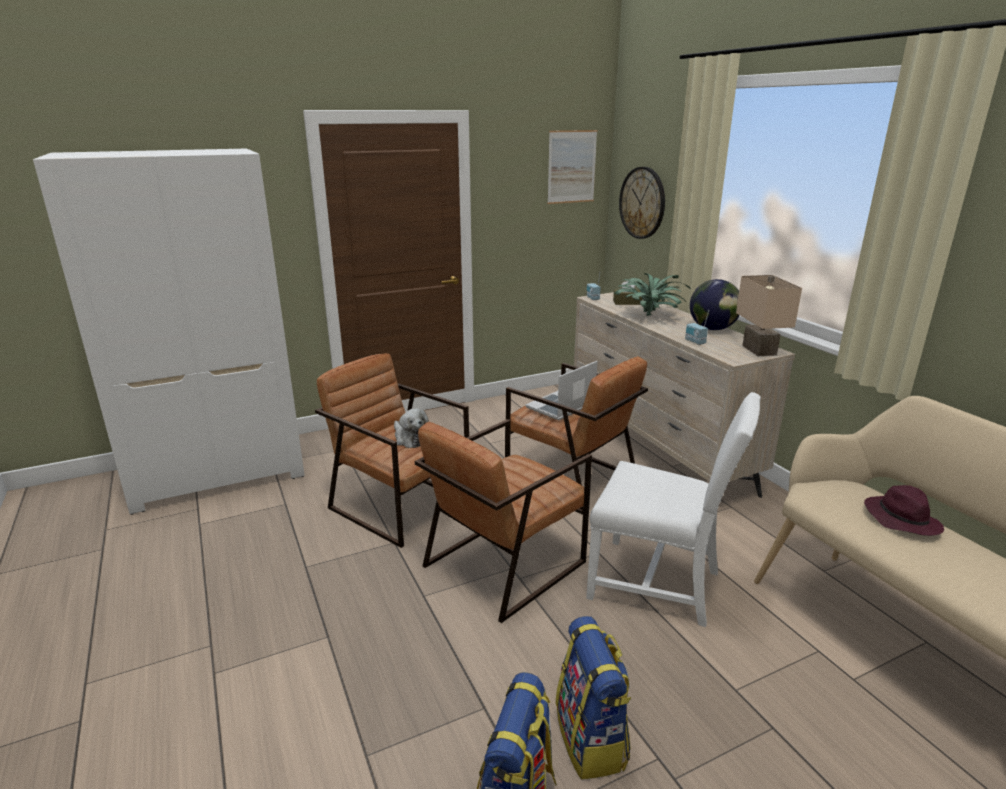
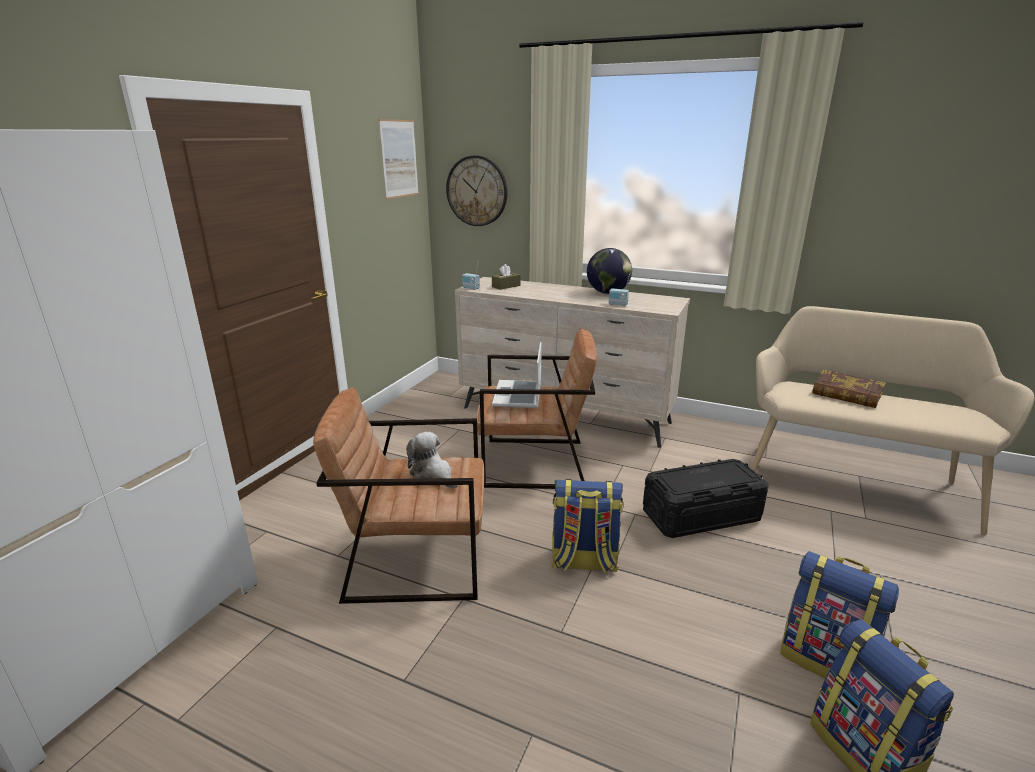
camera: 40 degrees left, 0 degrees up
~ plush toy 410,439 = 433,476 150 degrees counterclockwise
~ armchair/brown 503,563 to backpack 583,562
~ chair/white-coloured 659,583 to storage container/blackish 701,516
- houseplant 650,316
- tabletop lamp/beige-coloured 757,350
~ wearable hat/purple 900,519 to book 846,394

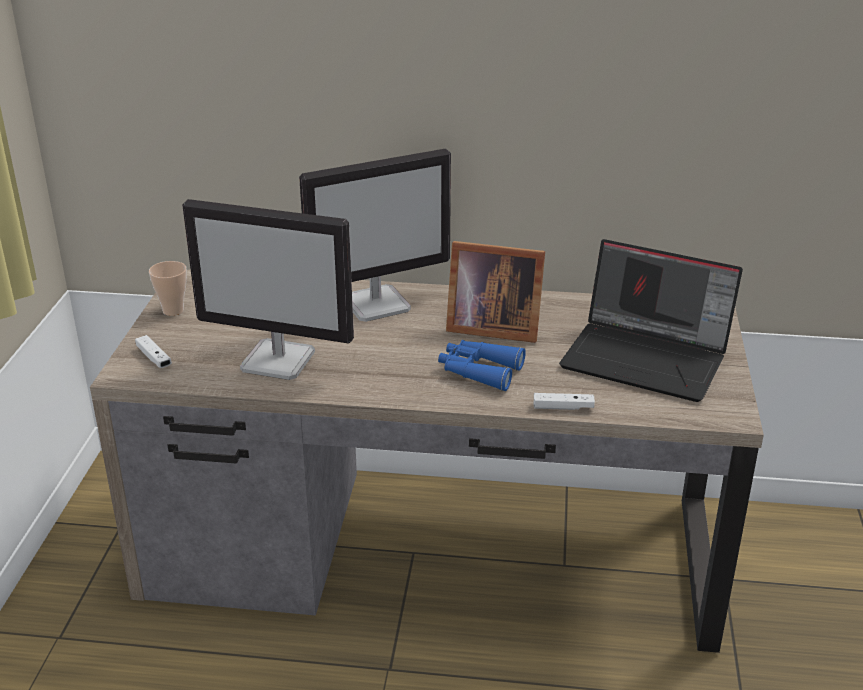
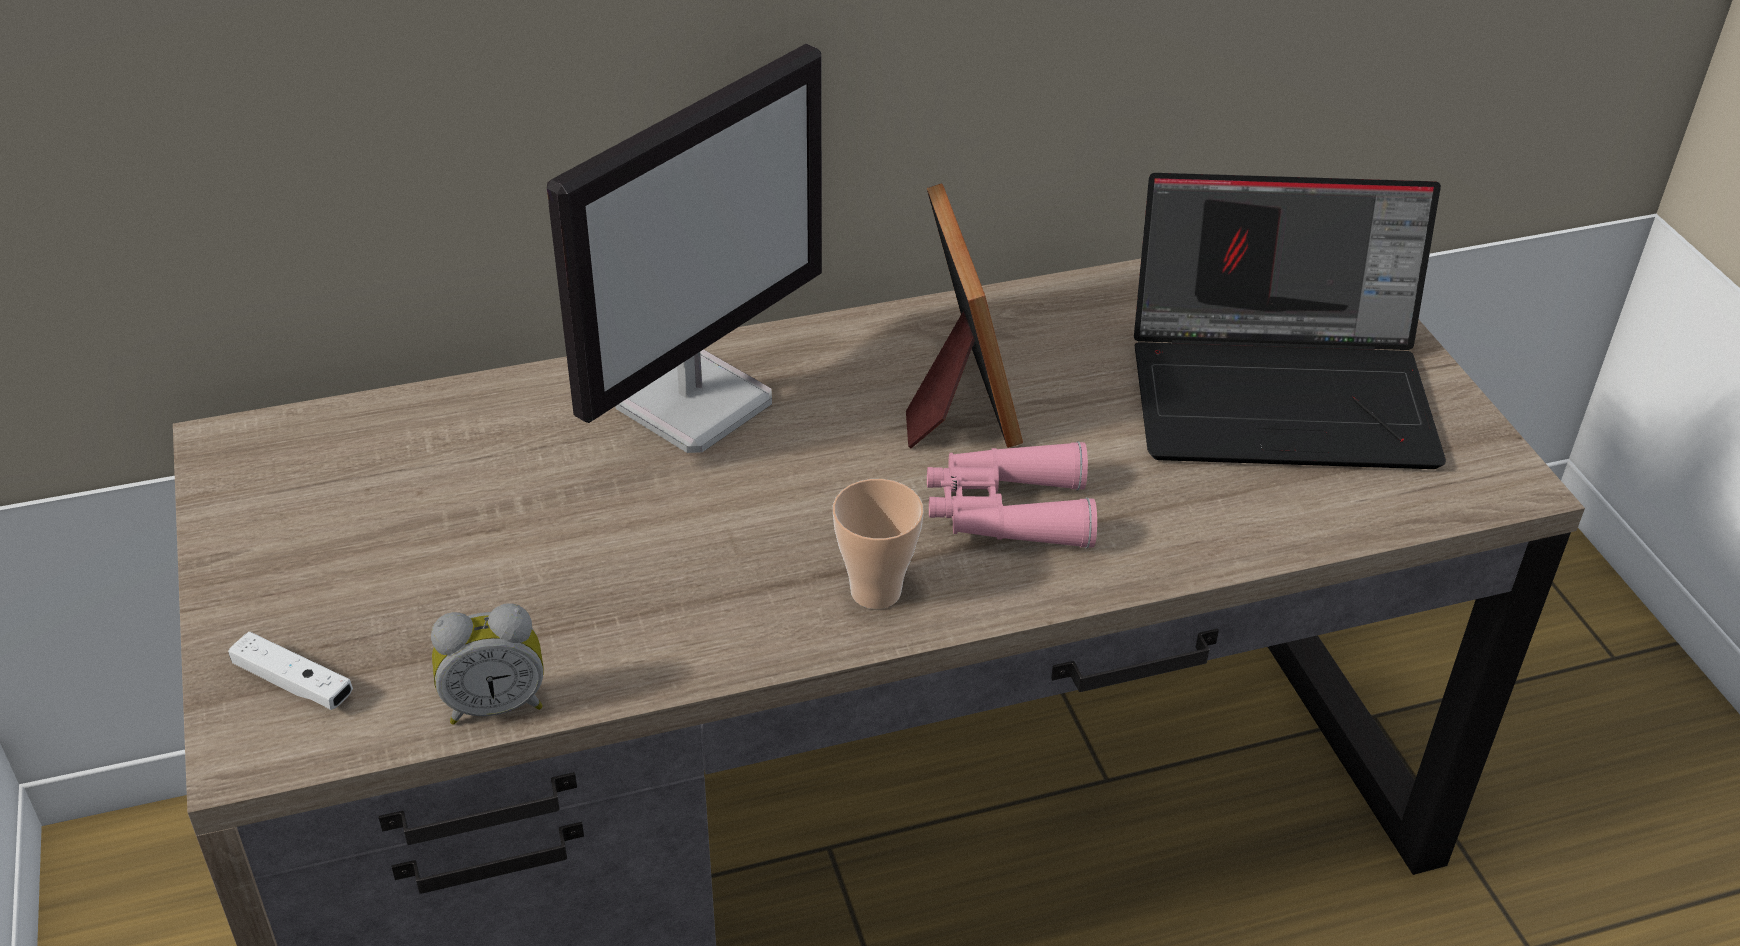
camera: 25 degrees left, 10 degrees up
~ small cup 173,310 to 875,591
- computer screen 279,361
~ binoculars/blue-coloured 479,371 to binoculars/pinkish 1007,512
~ standing frame 490,326 = 955,396 90 degrees counterclockwise
- game controller/white-coloured 563,407
+ table clock 495,703

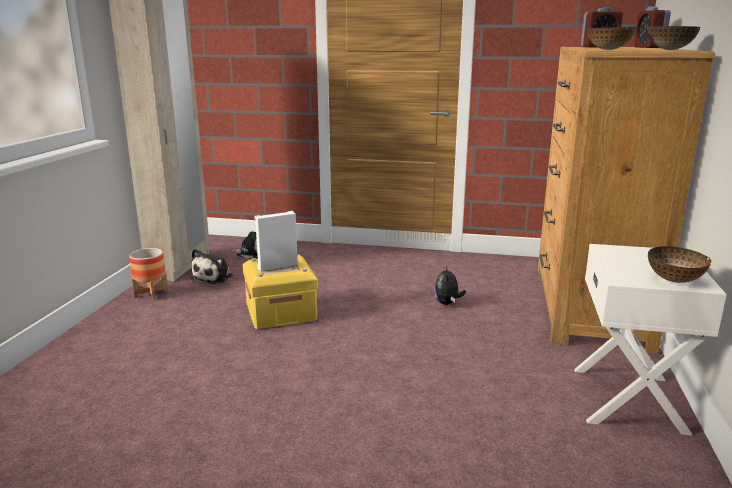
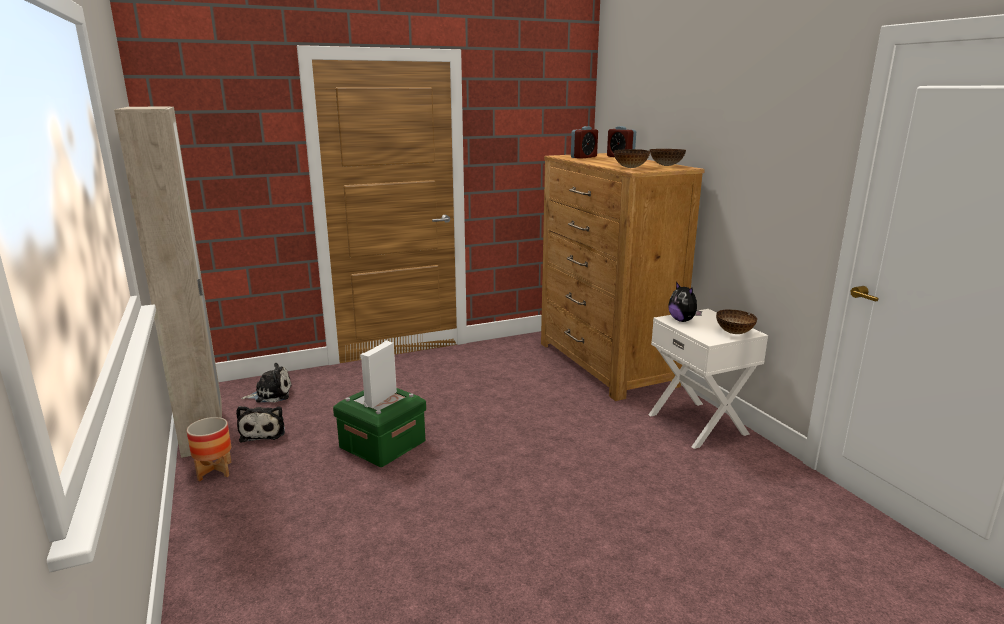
camera: 35 degrees left, 0 degrees up
~ storage container/yellow 281,312 to storage container/greenish 382,444
~ plush toy 447,303 to 682,320

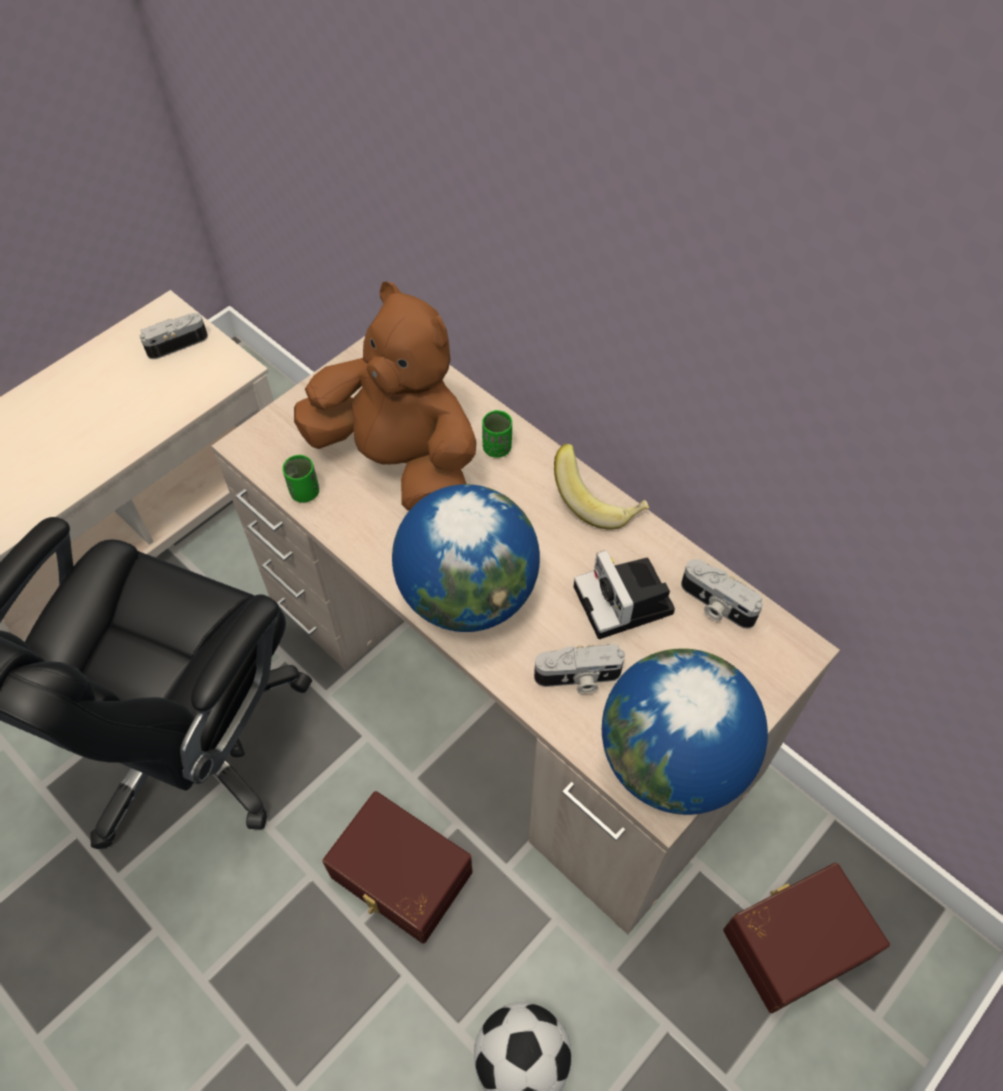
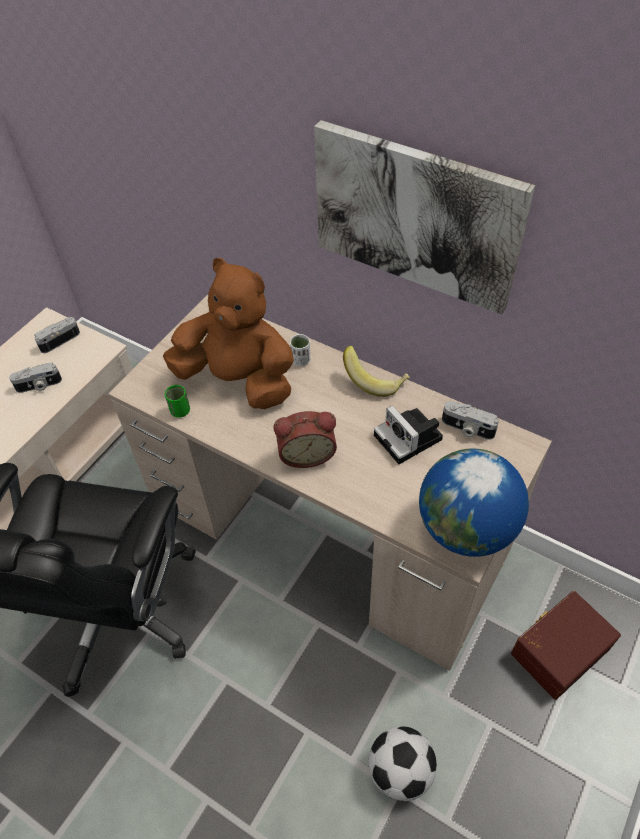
camera: 10 degrees left, 5 degrees down
- storage container/brown 399,876
~ desk globe 468,594 to table clock 306,453
~ small cup/greenish 497,448 to small cup/white-coloured 301,360
~ still camera 578,678 to 39,386
+ picture 416,216

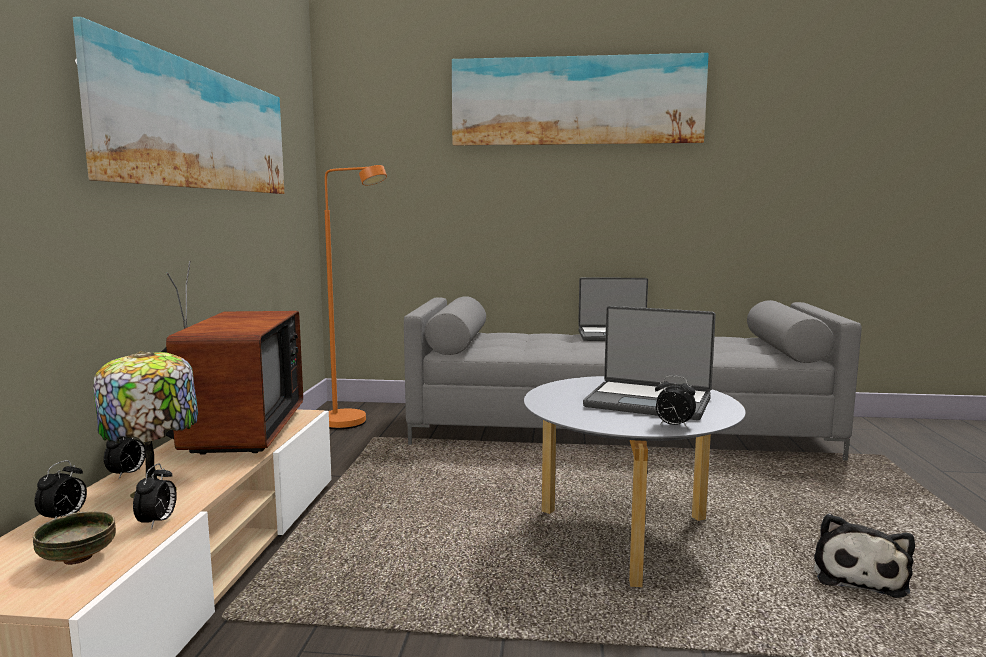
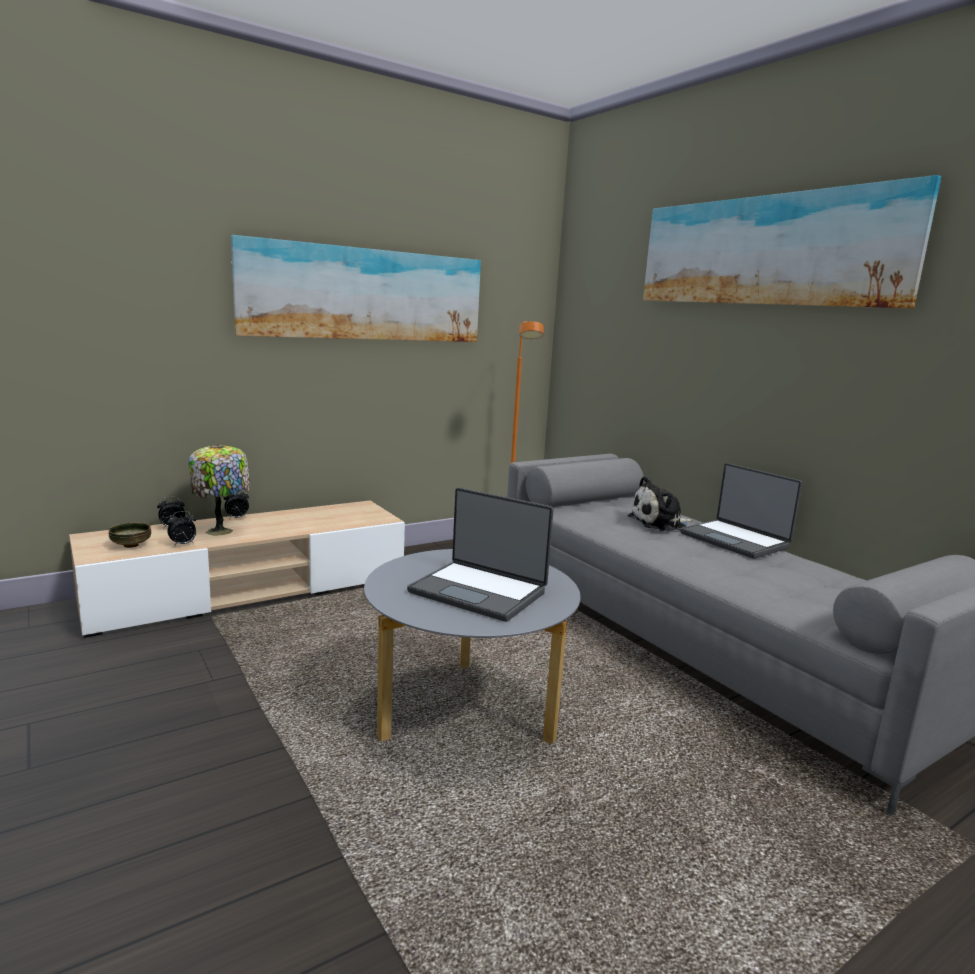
camera: 50 degrees right, 5 degrees up
- television 233,434
~ notebook computer 649,402 = 479,591 45 degrees counterclockwise
- table clock 673,426
~ plush toy 859,575 to 660,523

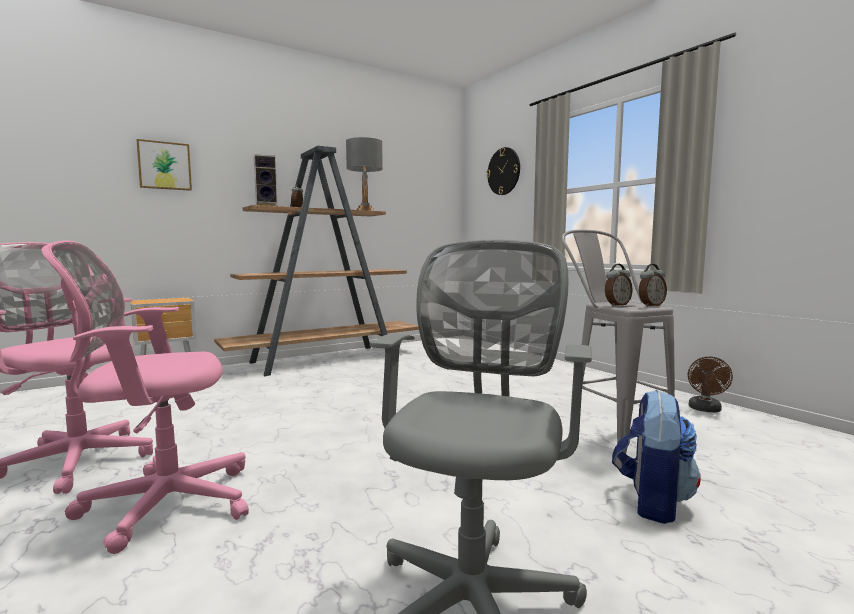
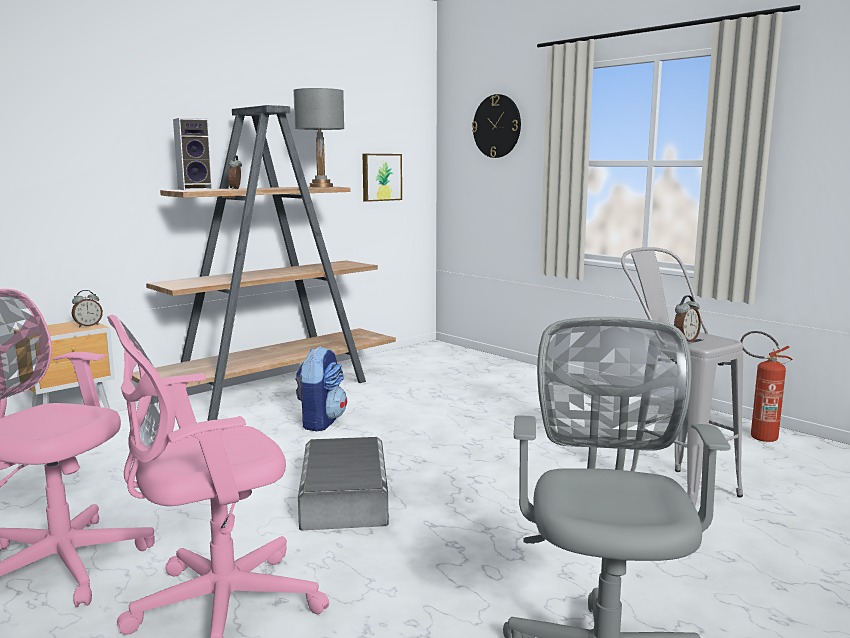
camera: 10 degrees left, 5 degrees up
~ picture 164,166 to 381,177
~ backpack 651,501 to 321,422
~ table clock 650,306 to 88,325
~ cooling fan/brown 705,410 to fire extinguisher 757,437
+ storage container/gray 343,495

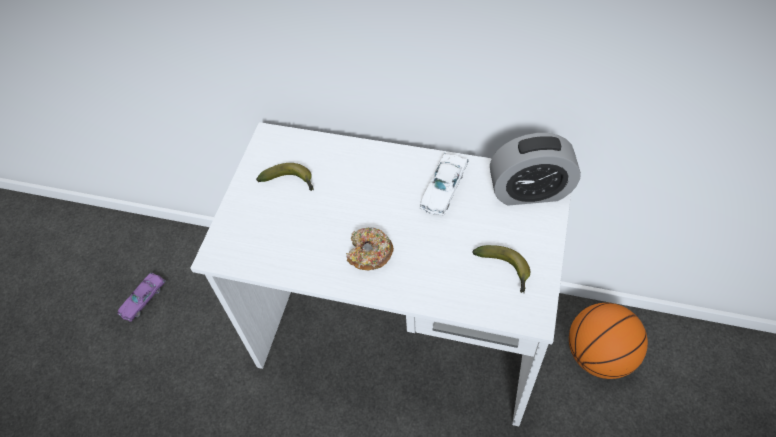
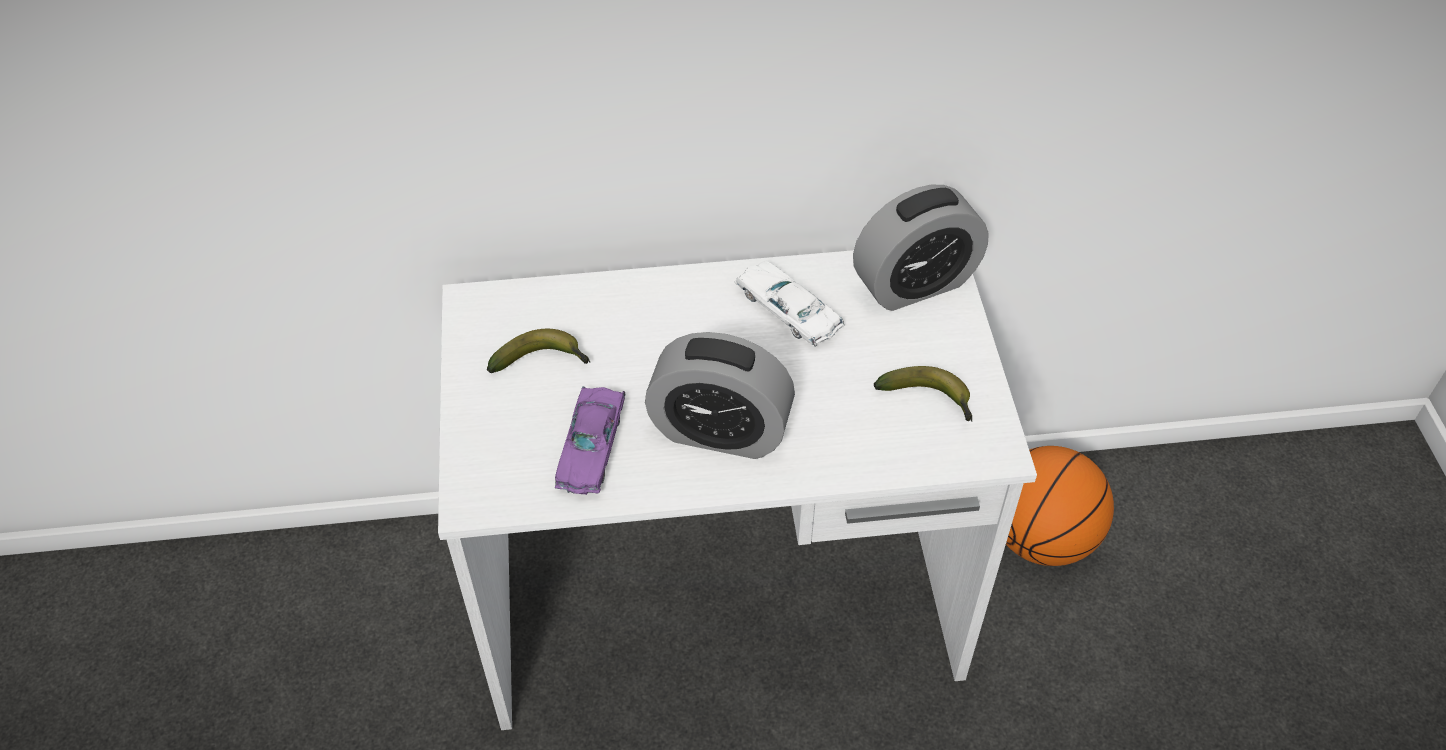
camera: 25 degrees left, 5 degrees down
~ toy car/purple 143,299 to 591,446
~ donut 369,253 to table clock 720,431
~ toy car/white-coloured 444,188 = 787,310 135 degrees clockwise

